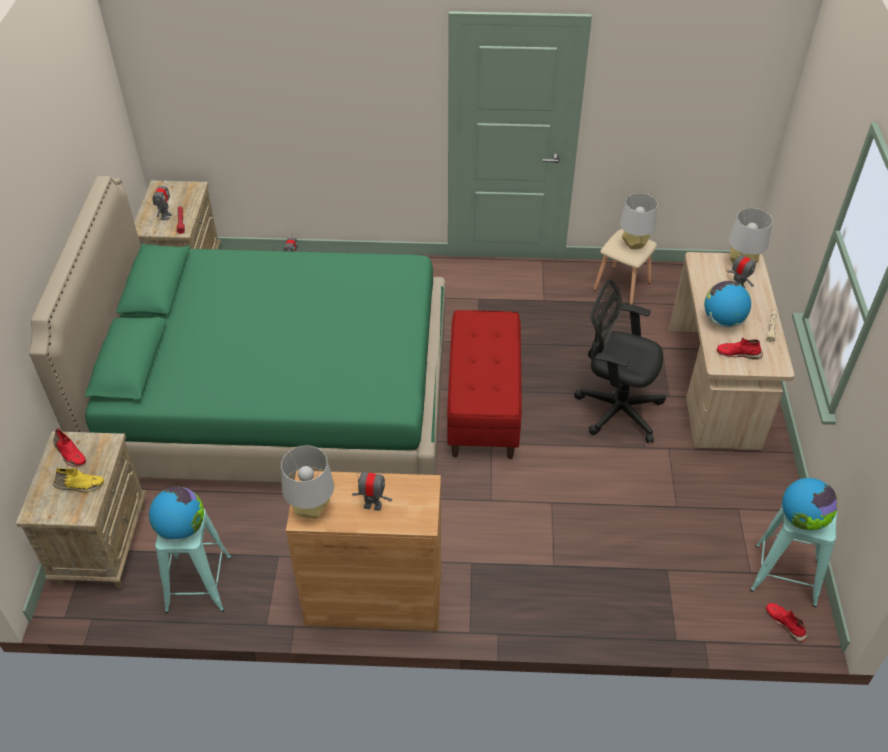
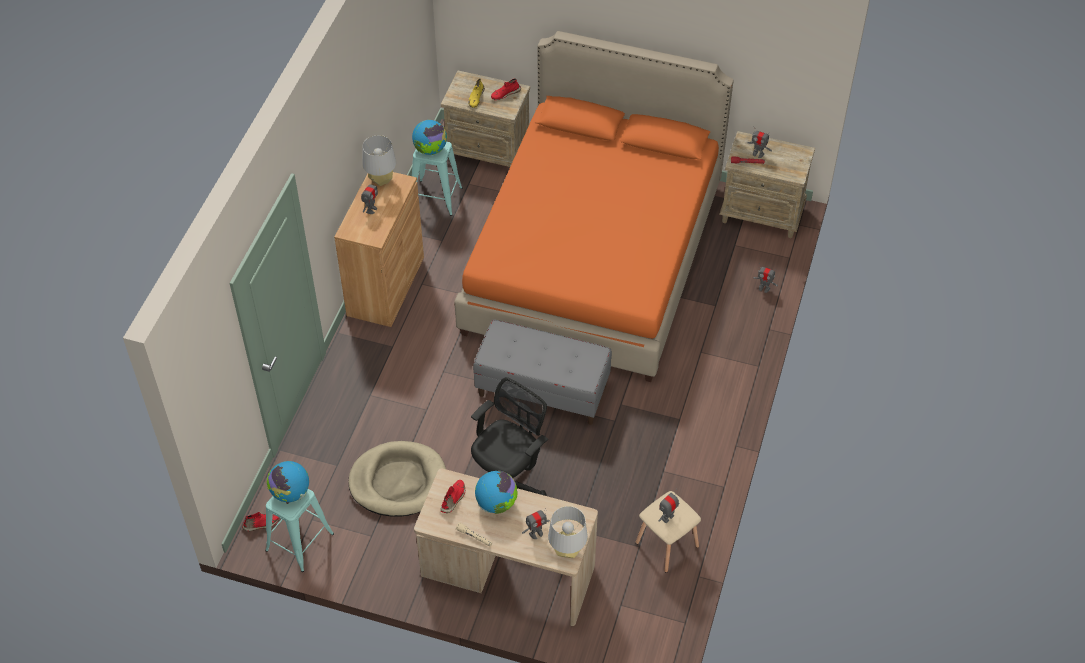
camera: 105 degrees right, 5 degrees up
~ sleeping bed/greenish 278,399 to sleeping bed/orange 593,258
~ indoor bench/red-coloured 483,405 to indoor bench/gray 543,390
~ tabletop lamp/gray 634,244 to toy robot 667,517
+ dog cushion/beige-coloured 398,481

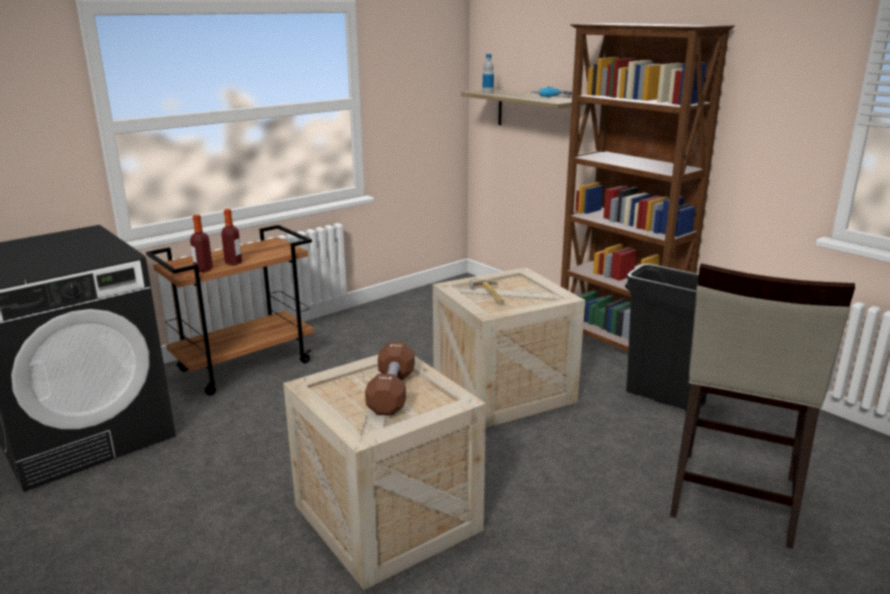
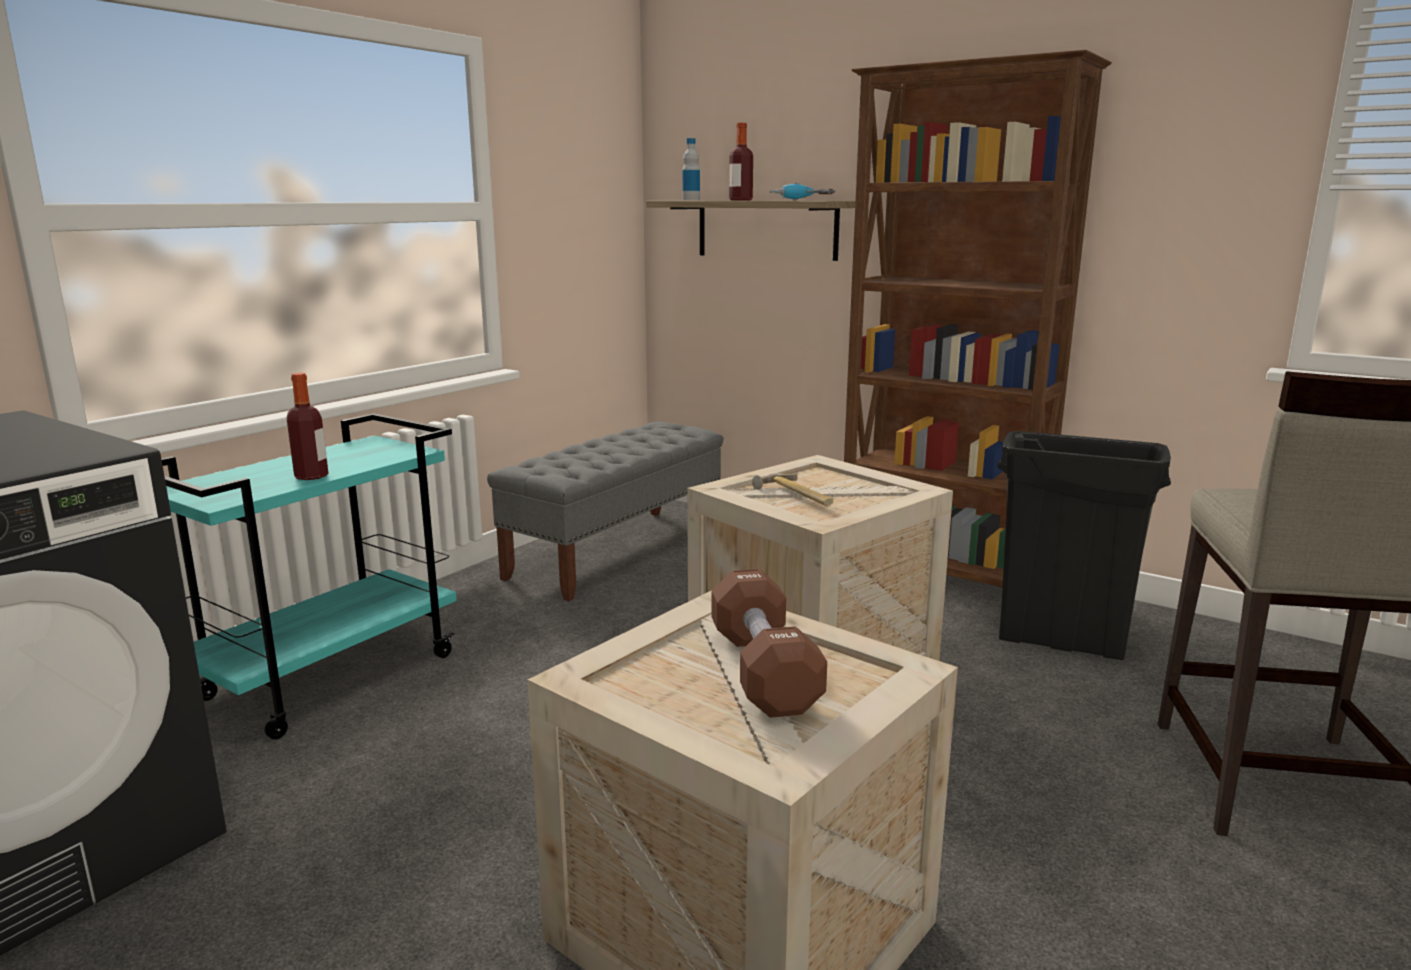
camera: 15 degrees left, 5 degrees down
~ trolley/brown 246,366 to trolley/turquoise-coloured 331,675
~ beverage bottle 203,269 to 740,200
+ indoor bench/gray 617,551

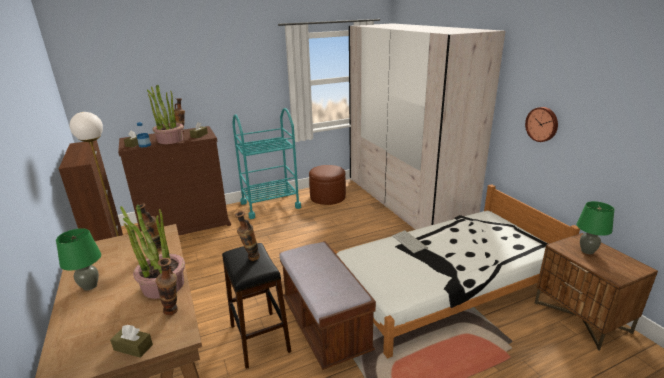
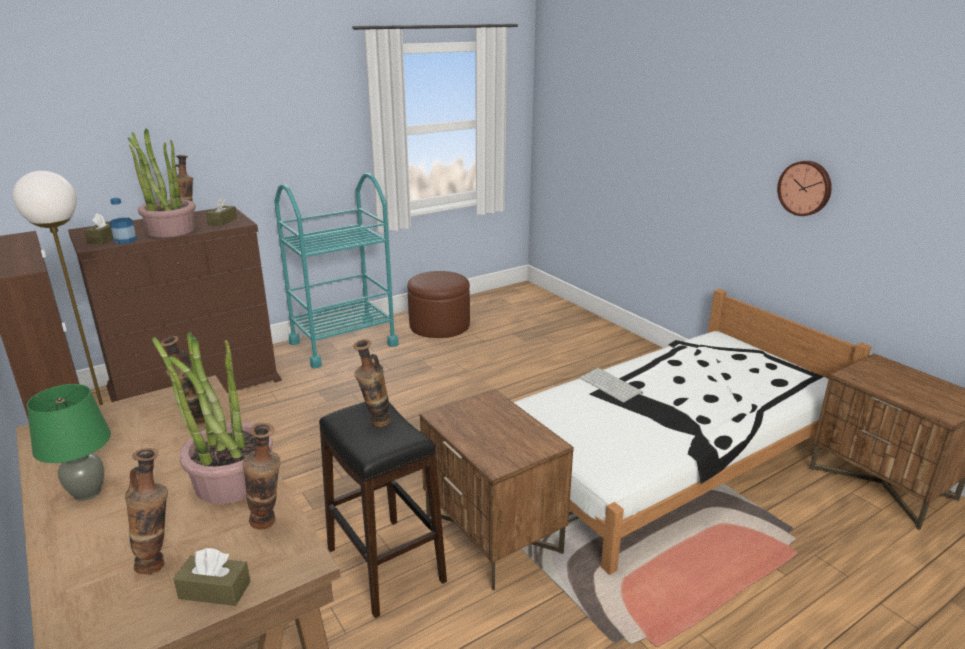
camera: 10 degrees left, 0 degrees up
~ indoor bench/brown 325,326 to nightstand/brown 493,534
- wardrobe/beige-coloured 405,202
- tabletop lamp/greenish 587,251
+ flower vase 159,562

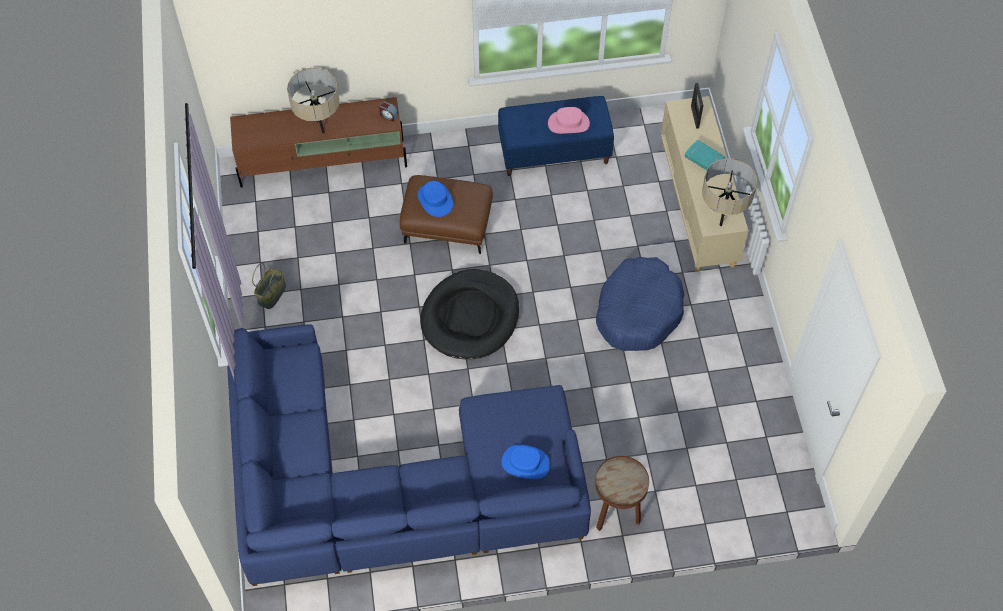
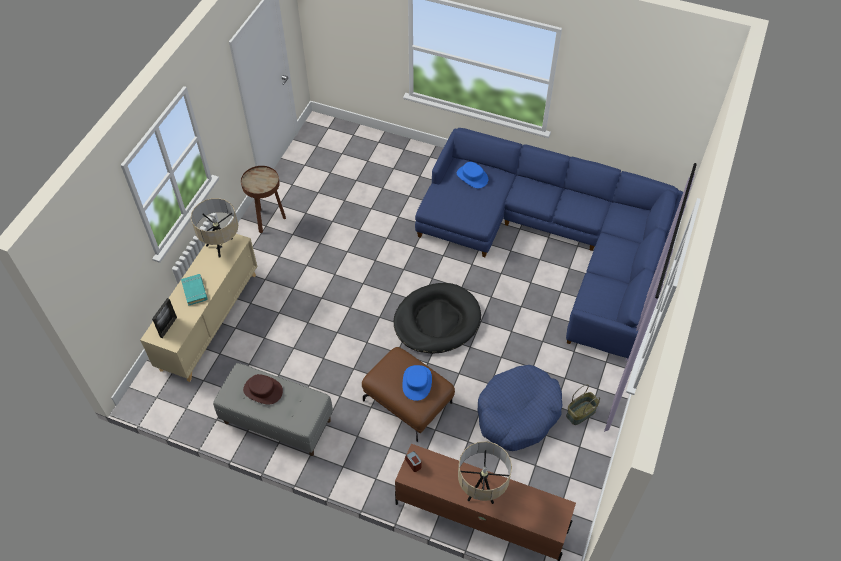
camera: 150 degrees left, 5 degrees down
~ indoor bench/blue-coloured 554,152 to indoor bench/gray 277,422
~ wearable hat/pinkish 568,123 to wearable hat/brown 263,390
~ accent table/brown 616,515 to 268,220
~ dog cushion/blue-coloured 638,311 to 518,413

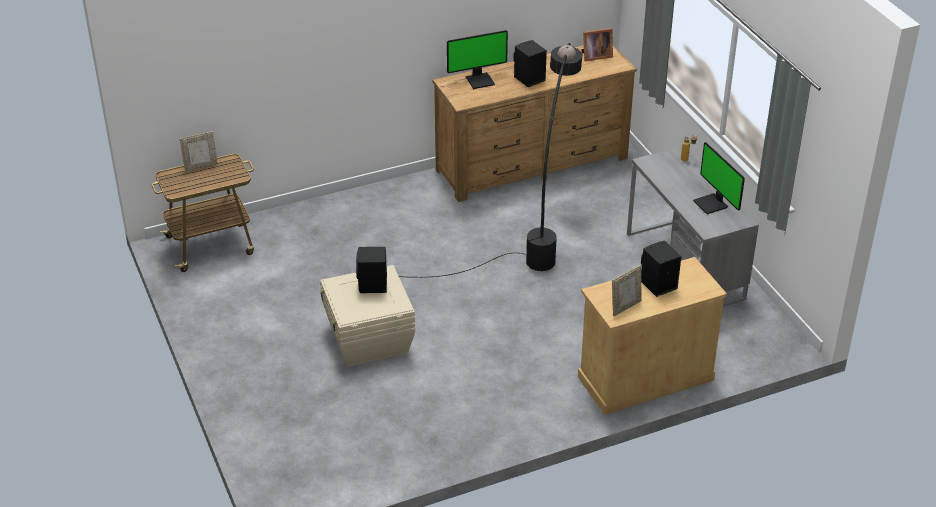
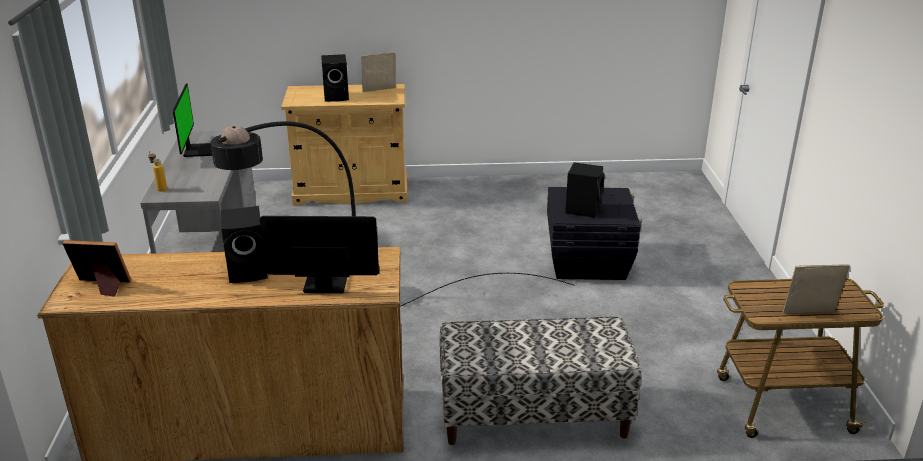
camera: 160 degrees left, 10 degrees down
~ storage container/beige-coloured 368,340 to storage container/blackish 588,261
+ indoor bench 533,416

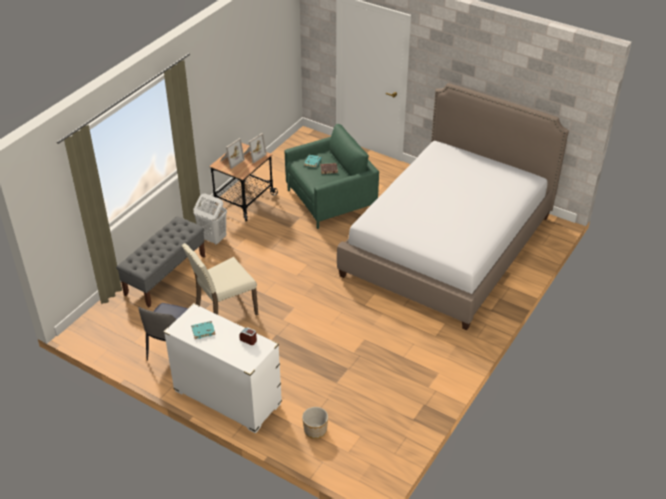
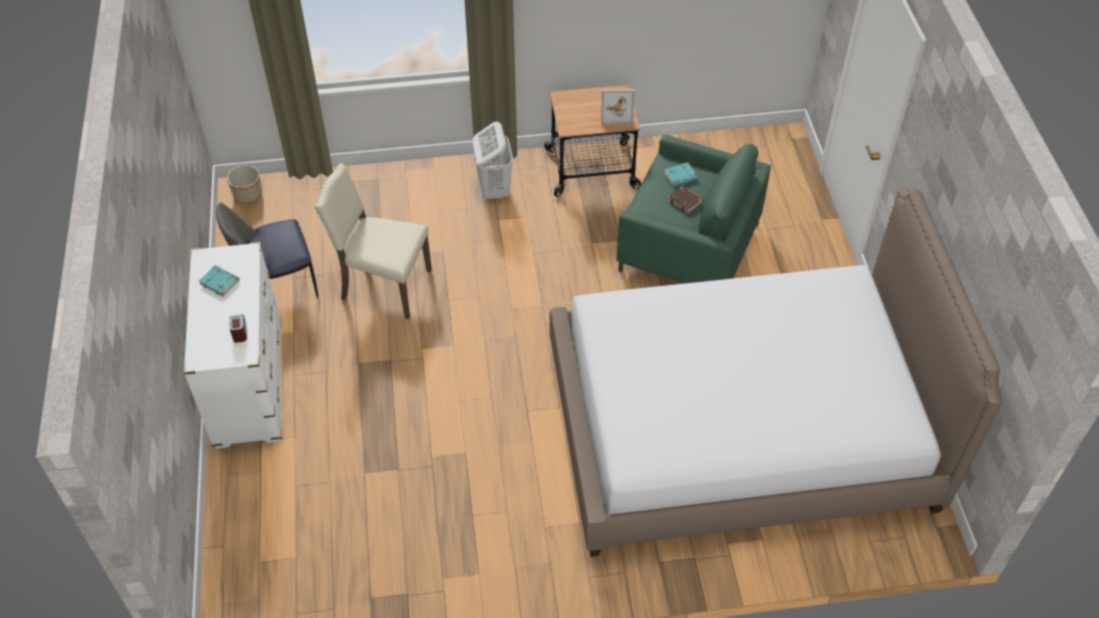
camera: 50 degrees right, 10 degrees up
- indoor bench/gray 165,275
- standing frame 231,161
~ planter 315,430 to 248,195

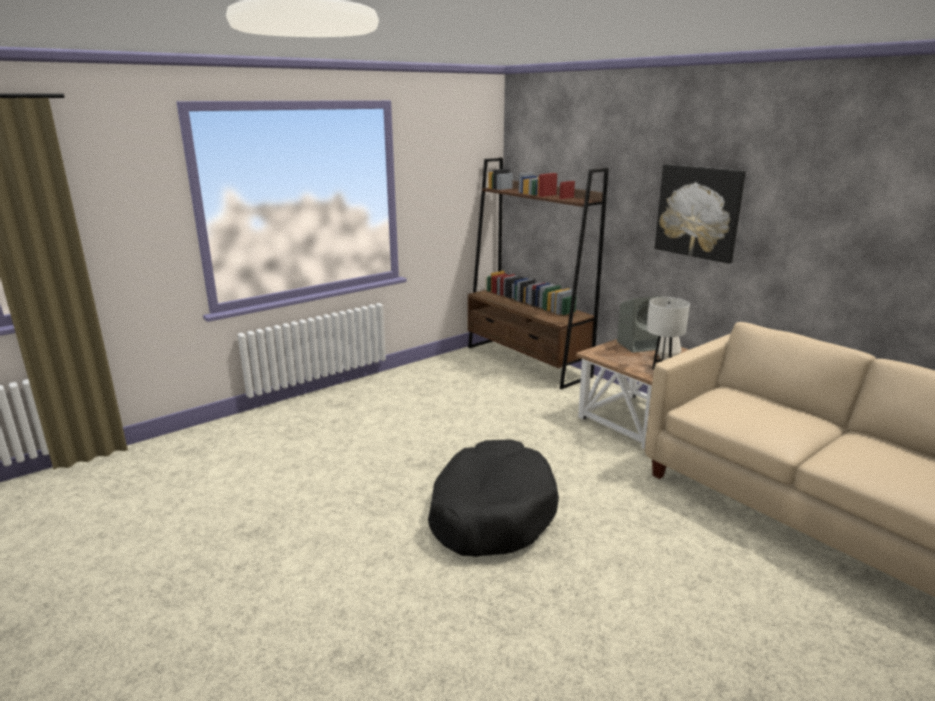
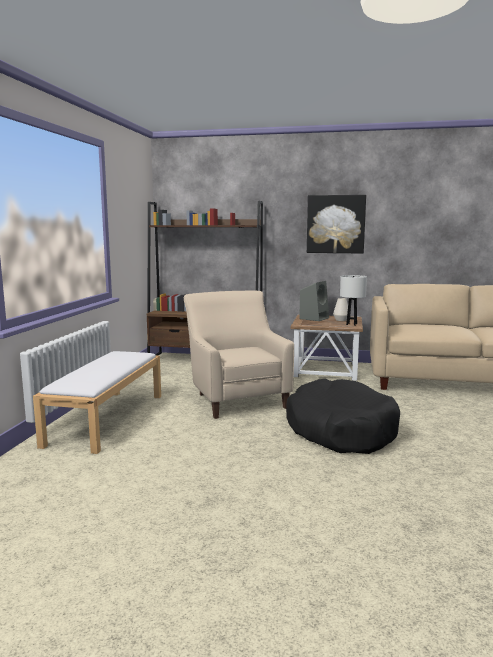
camera: 40 degrees left, 10 degrees down
+ indoor bench/white-coloured 107,418
+ armchair/beige-coloured 235,398

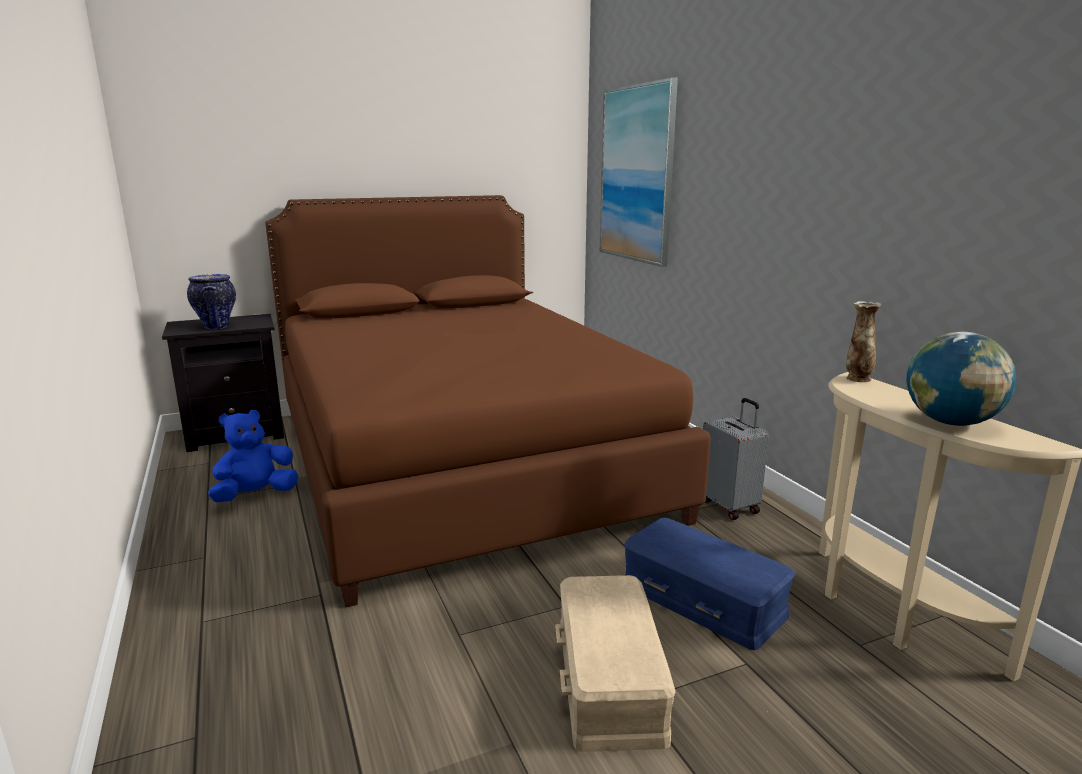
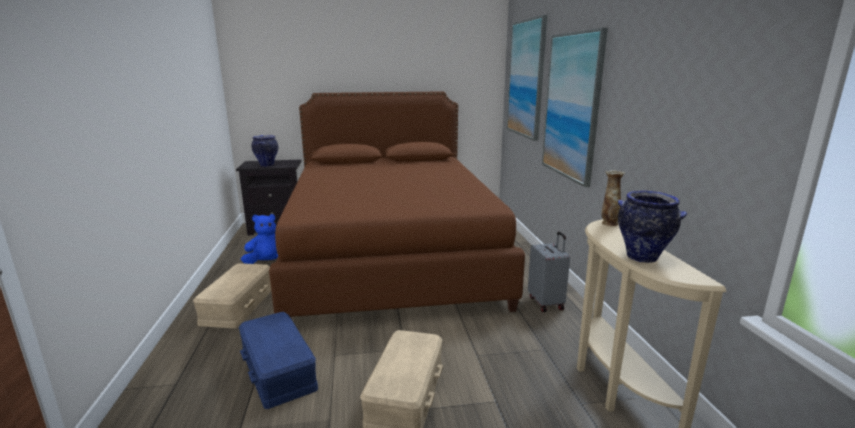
camera: 15 degrees right, 0 degrees up
~ storage container/blue-coloured 702,600 to 277,370
~ desk globe 950,422 to flower vase 643,257
+ storage container/beige-coloured 238,305
+ picture 572,106

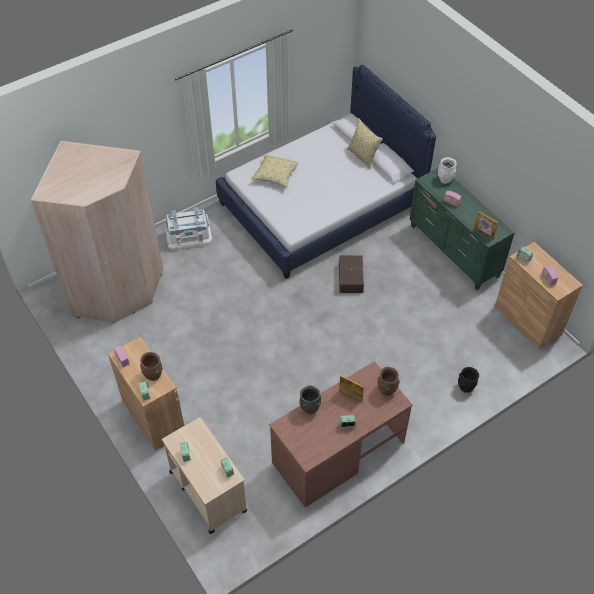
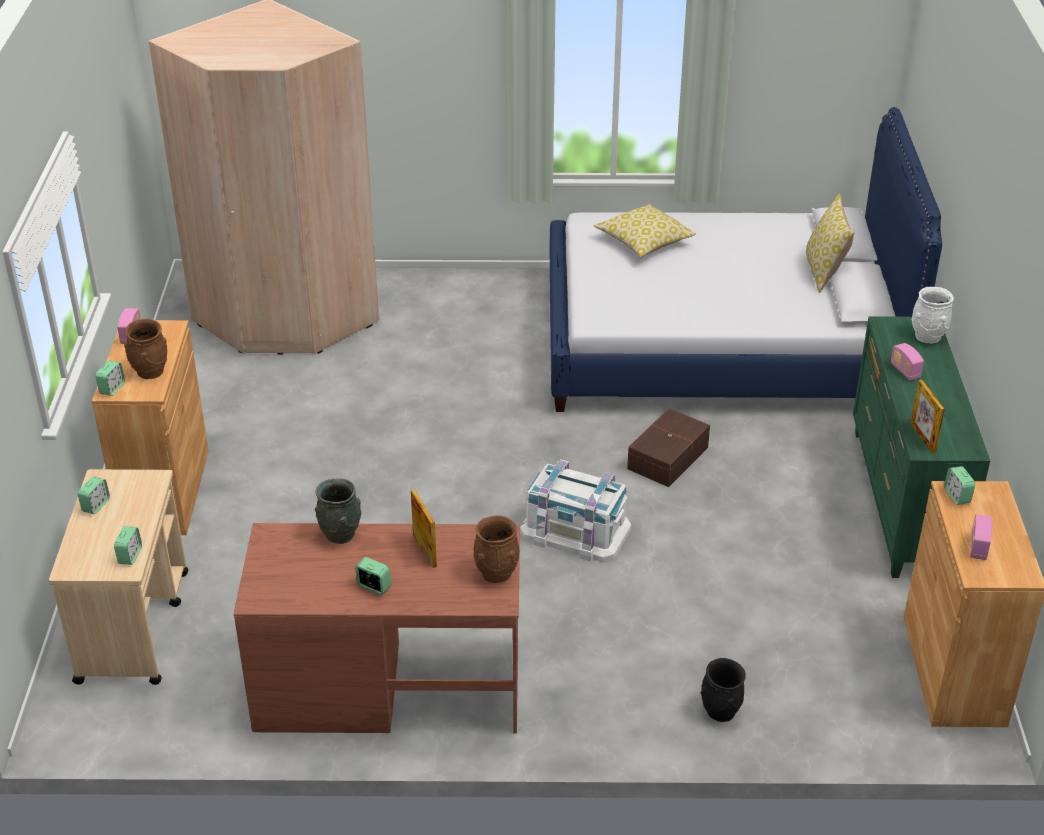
camera: 35 degrees right, 15 degrees down
~ storage container/white-coloured 189,236 to 575,531

